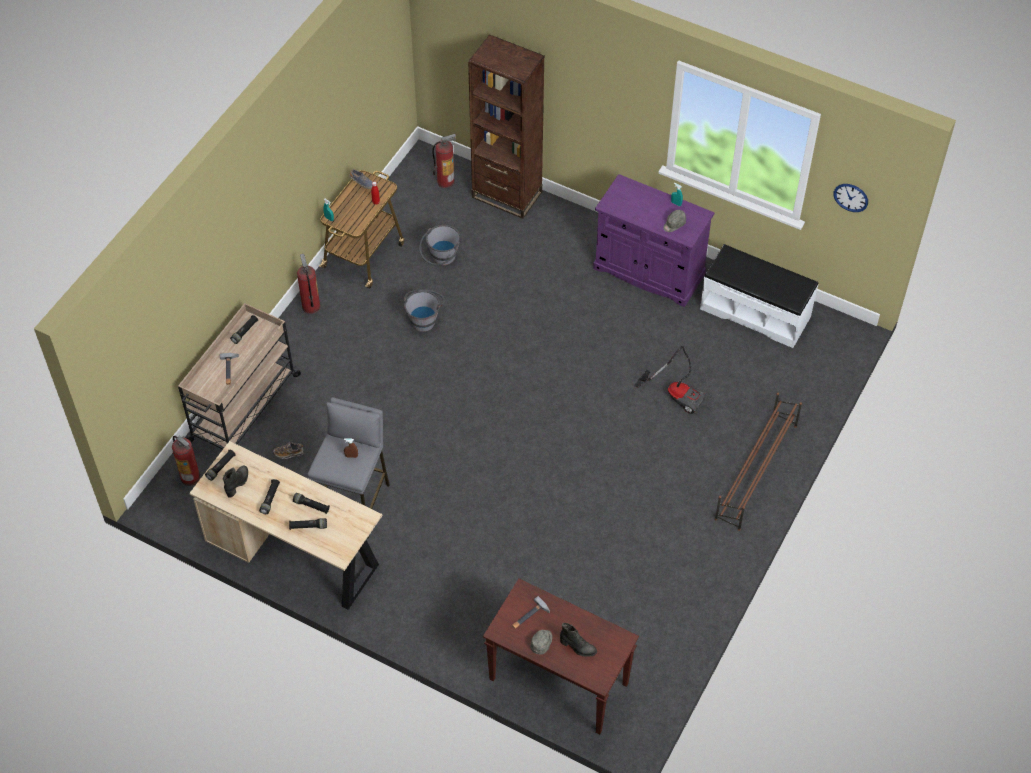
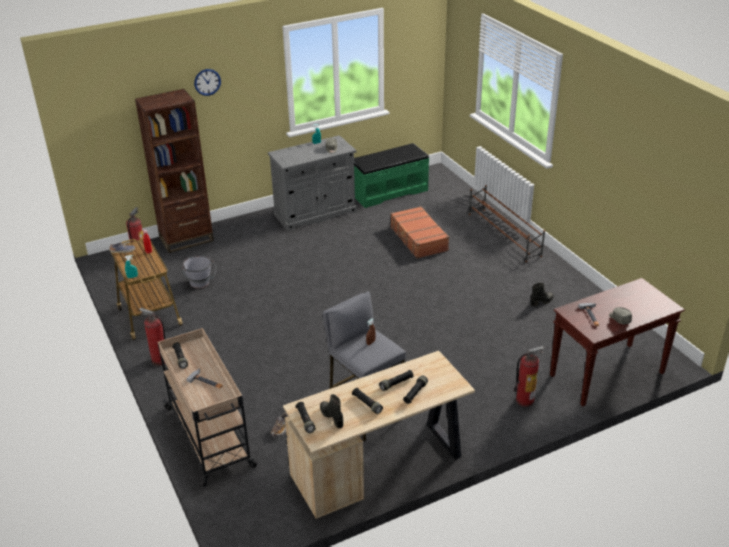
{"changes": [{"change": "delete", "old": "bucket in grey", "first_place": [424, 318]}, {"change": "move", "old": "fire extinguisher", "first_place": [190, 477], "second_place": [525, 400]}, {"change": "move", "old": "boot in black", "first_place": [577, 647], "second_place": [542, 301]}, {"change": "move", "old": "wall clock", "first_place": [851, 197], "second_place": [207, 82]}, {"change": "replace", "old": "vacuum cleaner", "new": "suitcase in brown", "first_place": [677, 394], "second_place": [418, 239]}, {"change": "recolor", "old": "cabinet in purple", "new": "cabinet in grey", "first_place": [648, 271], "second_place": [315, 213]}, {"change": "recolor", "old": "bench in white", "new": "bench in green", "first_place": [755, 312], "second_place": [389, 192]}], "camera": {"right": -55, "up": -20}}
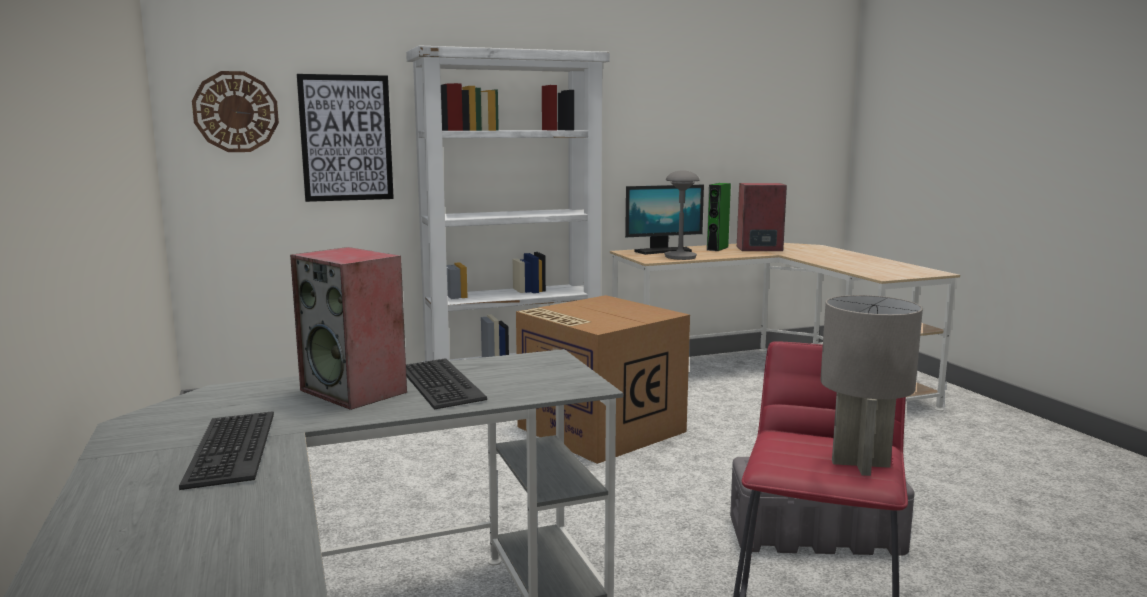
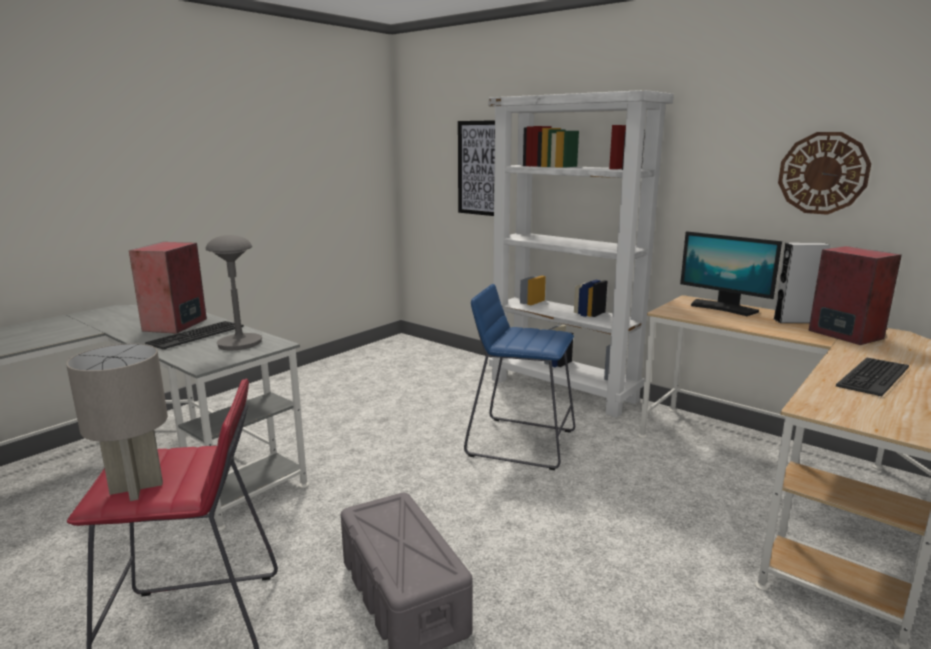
{"changes": [{"change": "move", "old": "keyboard", "first_place": [230, 449], "second_place": [872, 376]}, {"change": "move", "old": "wall clock", "first_place": [236, 112], "second_place": [823, 173]}, {"change": "move", "old": "table lamp in grey", "first_place": [680, 257], "second_place": [240, 343]}, {"change": "replace", "old": "cardboard box", "new": "stool in blue", "first_place": [598, 429], "second_place": [520, 442]}, {"change": "recolor", "old": "speaker in green", "new": "speaker in grey", "first_place": [717, 248], "second_place": [795, 321]}], "camera": {"right": 60, "up": 5}}
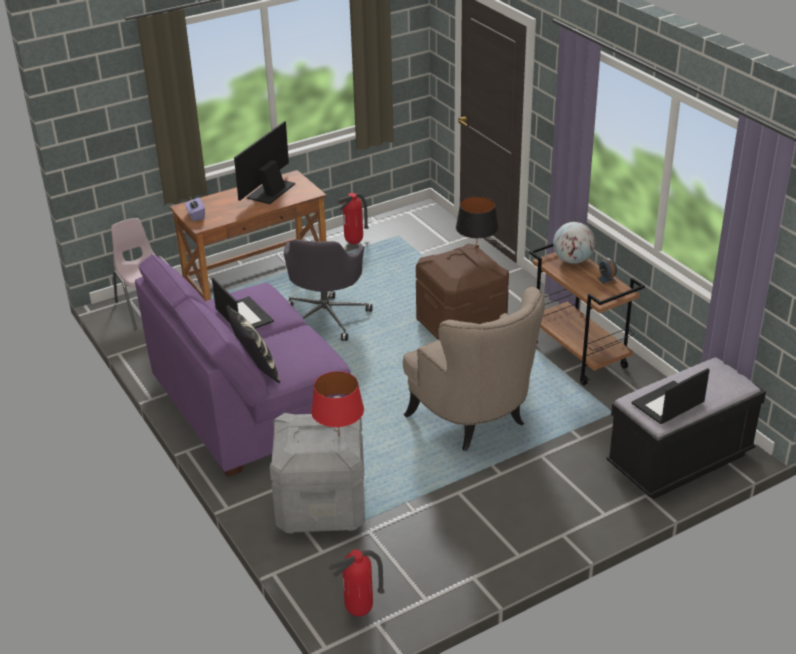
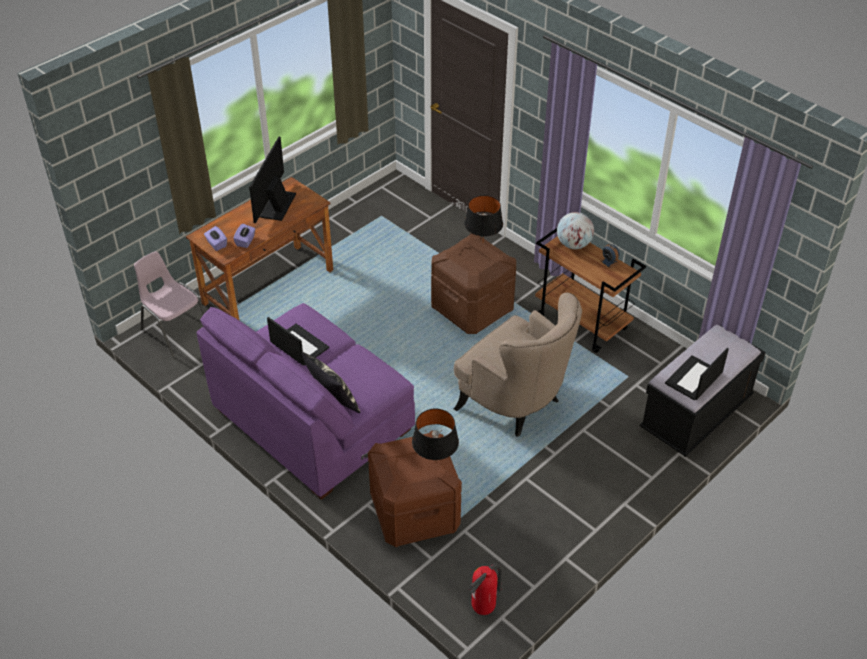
{"changes": [{"change": "delete", "old": "office chair in grey", "first_place": [326, 317]}, {"change": "delete", "old": "fire extinguisher", "first_place": [354, 243]}, {"change": "insert", "new": "tissue box in purple", "second_place": [245, 241]}, {"change": "recolor", "old": "storage box in grey", "new": "storage box in brown", "first_place": [322, 505], "second_place": [415, 513]}, {"change": "recolor", "old": "table lamp in red", "new": "table lamp in black", "first_place": [339, 437], "second_place": [435, 461]}], "camera": {"right": -15, "up": 10}}
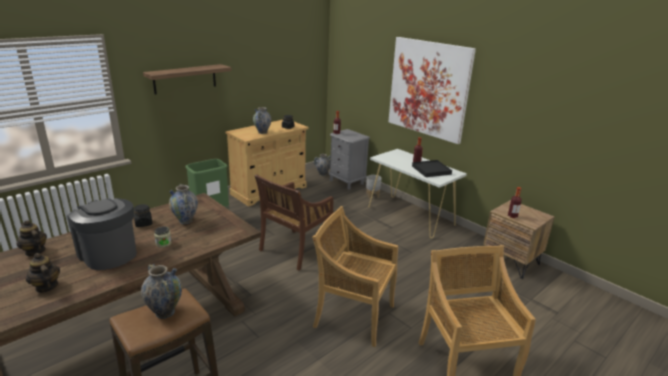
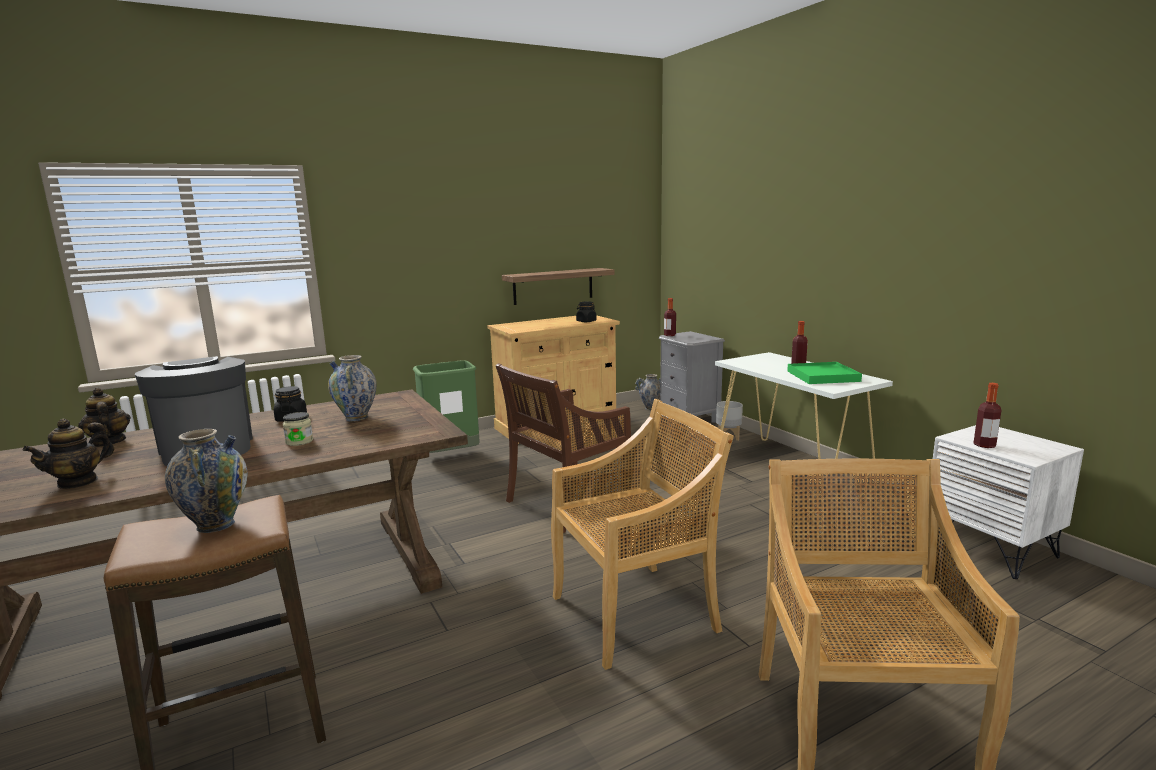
{"changes": [{"change": "delete", "old": "vase", "first_place": [262, 132]}, {"change": "delete", "old": "picture", "first_place": [428, 88]}, {"change": "move", "old": "shelf", "first_place": [185, 79], "second_place": [553, 286]}, {"change": "recolor", "old": "tray in black", "new": "tray in green", "first_place": [431, 170], "second_place": [822, 376]}, {"change": "recolor", "old": "nightstand in brown", "new": "nightstand in white", "first_place": [511, 262], "second_place": [991, 548]}, {"change": "rotate", "old": "teapot", "first_place": [46, 287], "second_place": [78, 482], "degrees": -120}, {"change": "rotate", "old": "chair in beige", "first_place": [353, 315], "second_place": [636, 612], "degrees": 120}], "camera": {"right": 15, "up": -10}}
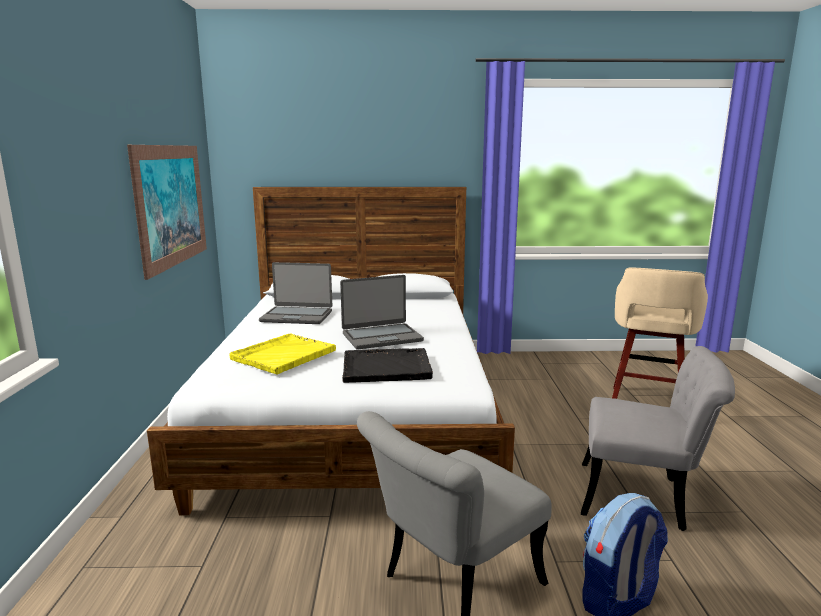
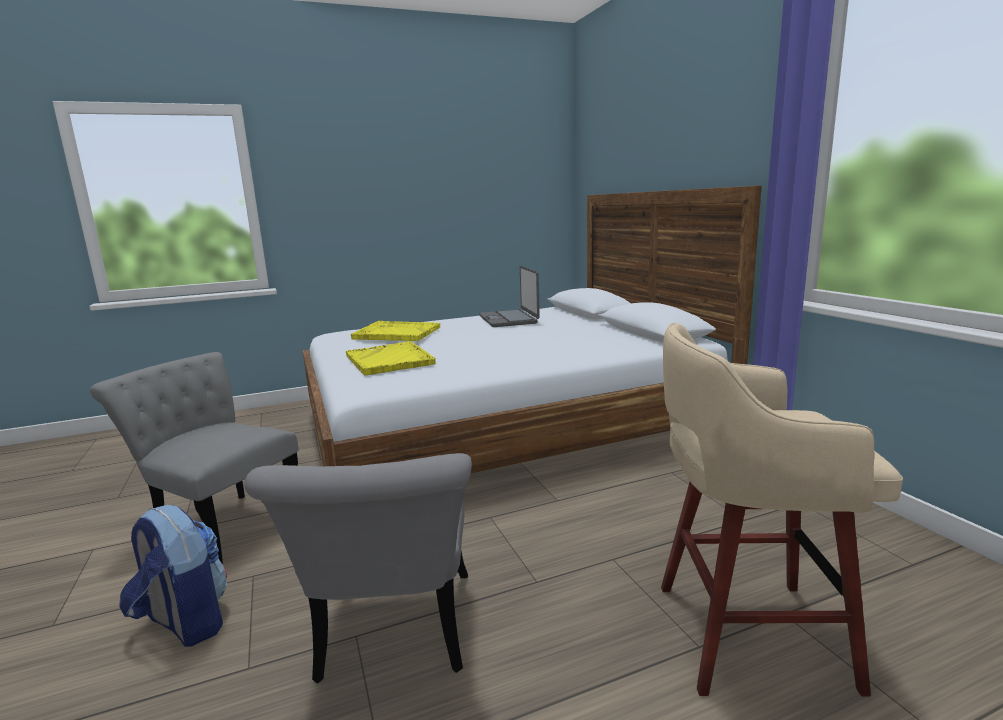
{"changes": [{"change": "delete", "old": "picture", "first_place": [171, 205]}, {"change": "delete", "old": "laptop", "first_place": [381, 337]}, {"change": "recolor", "old": "tray in black", "new": "tray in yellow", "first_place": [387, 367], "second_place": [389, 360]}], "camera": {"right": 70, "up": 0}}
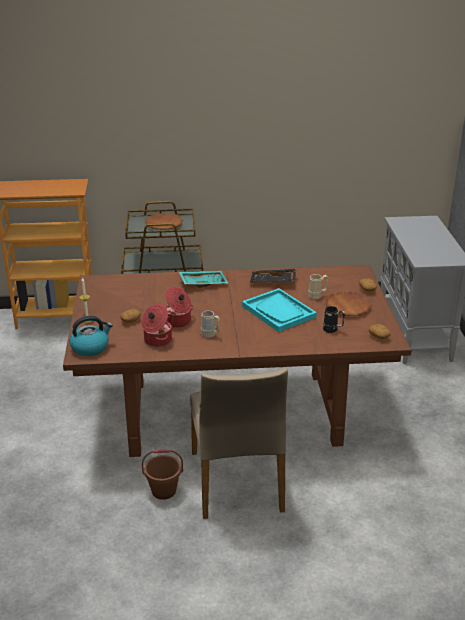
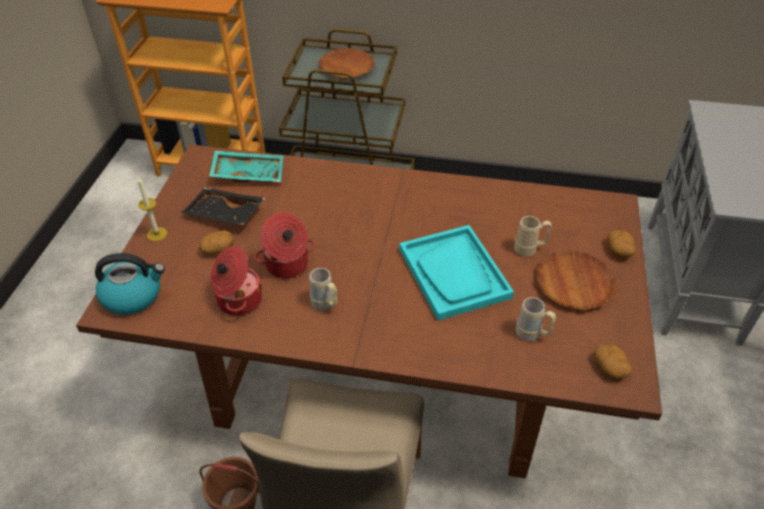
{"changes": [{"change": "move", "old": "tray in turquoise", "first_place": [203, 283], "second_place": [248, 173]}, {"change": "move", "old": "tray in black", "first_place": [273, 282], "second_place": [224, 215]}, {"change": "recolor", "old": "mug in black", "new": "mug in beige", "first_place": [333, 330], "second_place": [532, 334]}], "camera": {"right": 15, "up": 15}}
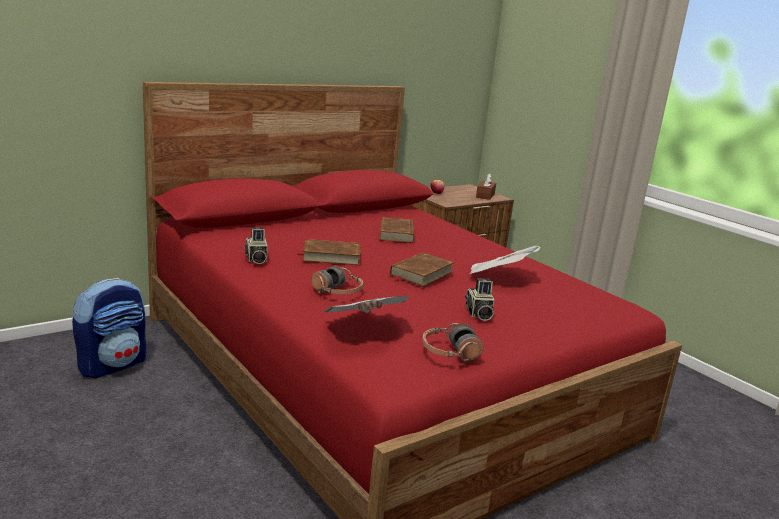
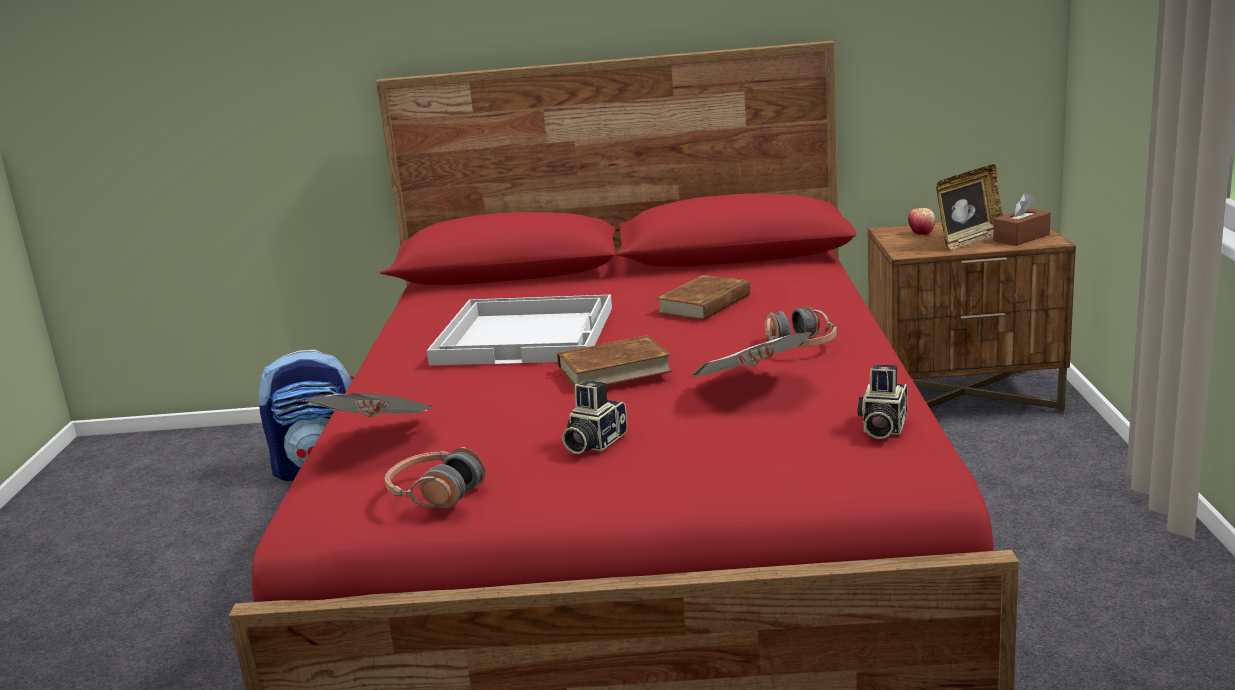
{"changes": [{"change": "insert", "new": "picture frame", "second_place": [969, 240]}, {"change": "move", "old": "photo camera", "first_place": [256, 259], "second_place": [881, 427]}, {"change": "move", "old": "headphones", "first_place": [337, 292], "second_place": [800, 346]}, {"change": "replace", "old": "book in brown", "new": "tray in white", "first_place": [331, 256], "second_place": [527, 334]}], "camera": {"right": 40, "up": 0}}
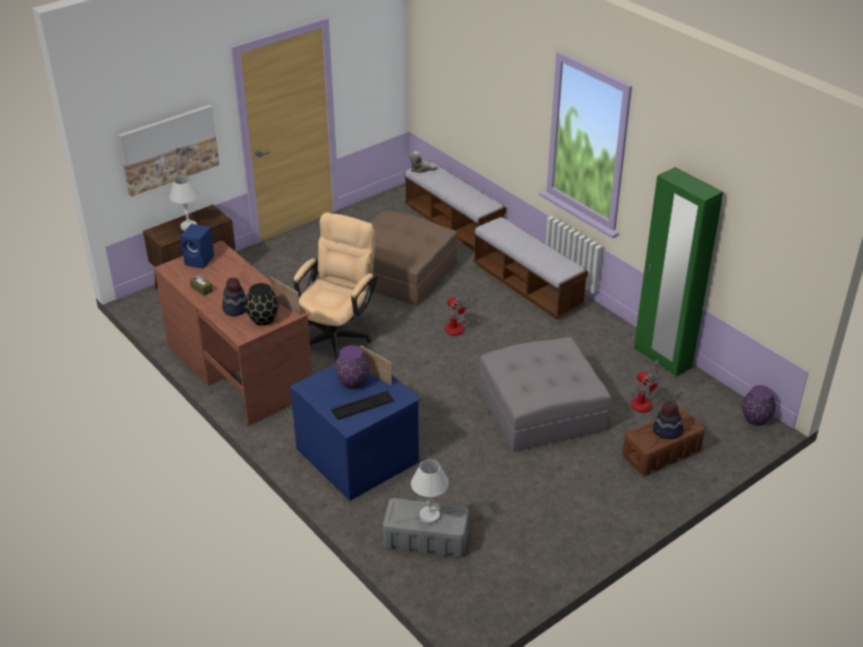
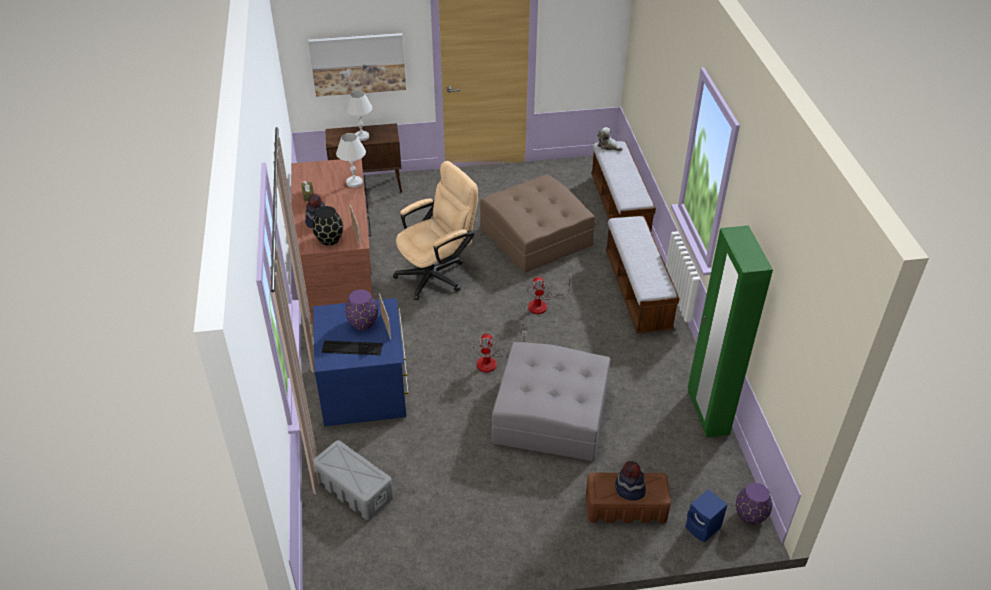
{"changes": [{"change": "move", "old": "speaker in blue", "first_place": [200, 261], "second_place": [703, 528]}, {"change": "move", "old": "table lamp in white", "first_place": [430, 516], "second_place": [354, 183]}, {"change": "move", "old": "fan", "first_place": [644, 400], "second_place": [493, 361]}], "camera": {"right": 30, "up": 5}}
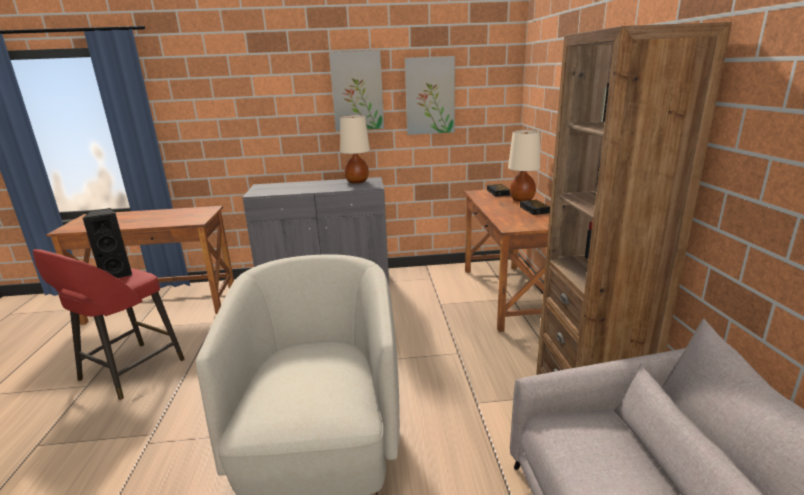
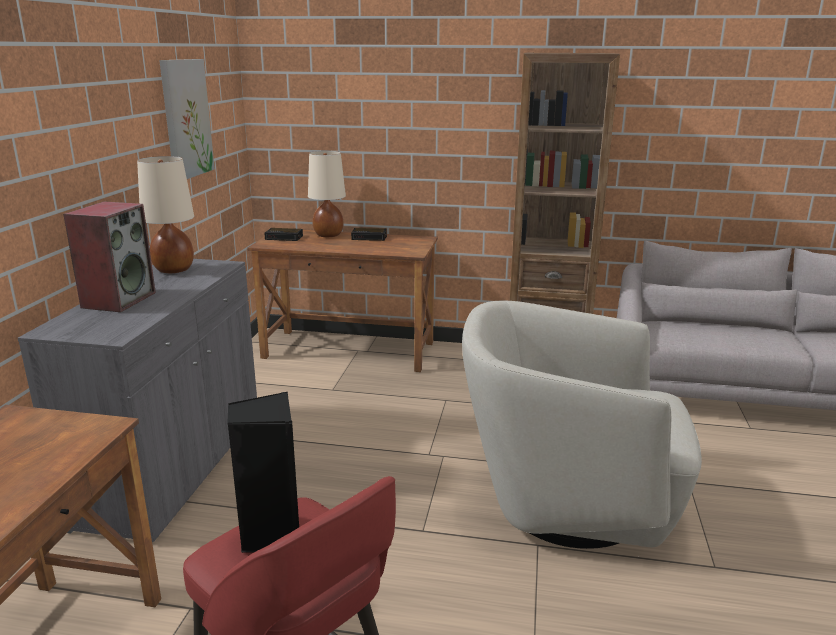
{"changes": [{"change": "delete", "old": "picture", "first_place": [357, 91]}, {"change": "insert", "new": "speaker", "second_place": [119, 299]}], "camera": {"right": -75, "up": 0}}
